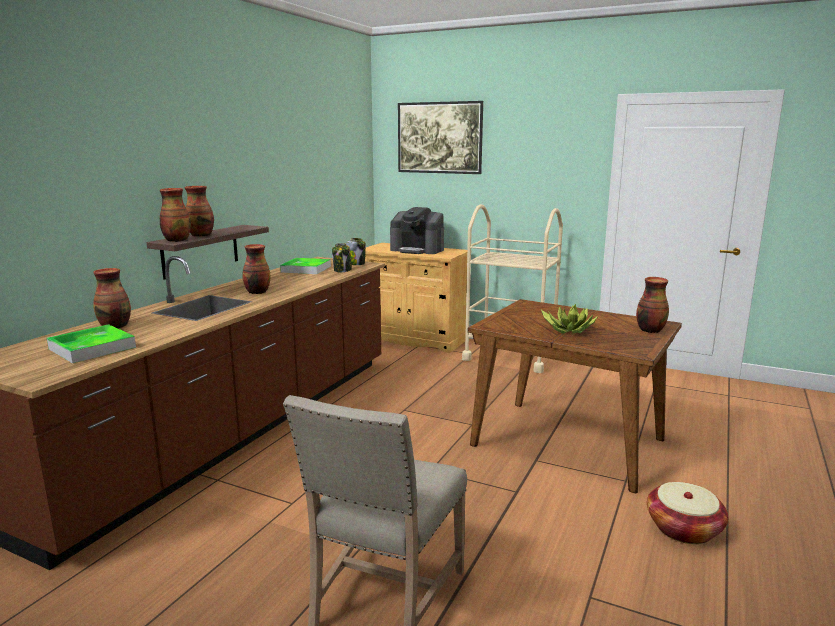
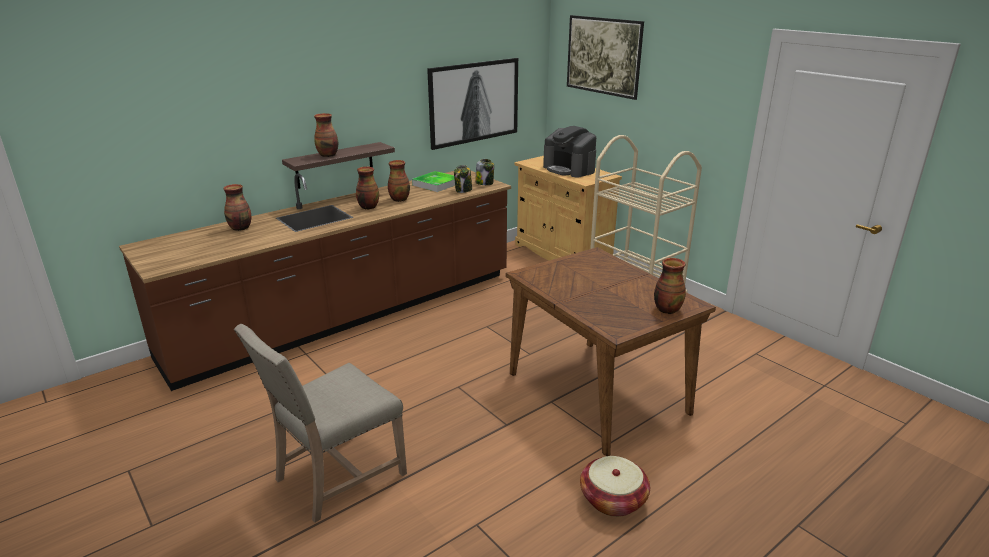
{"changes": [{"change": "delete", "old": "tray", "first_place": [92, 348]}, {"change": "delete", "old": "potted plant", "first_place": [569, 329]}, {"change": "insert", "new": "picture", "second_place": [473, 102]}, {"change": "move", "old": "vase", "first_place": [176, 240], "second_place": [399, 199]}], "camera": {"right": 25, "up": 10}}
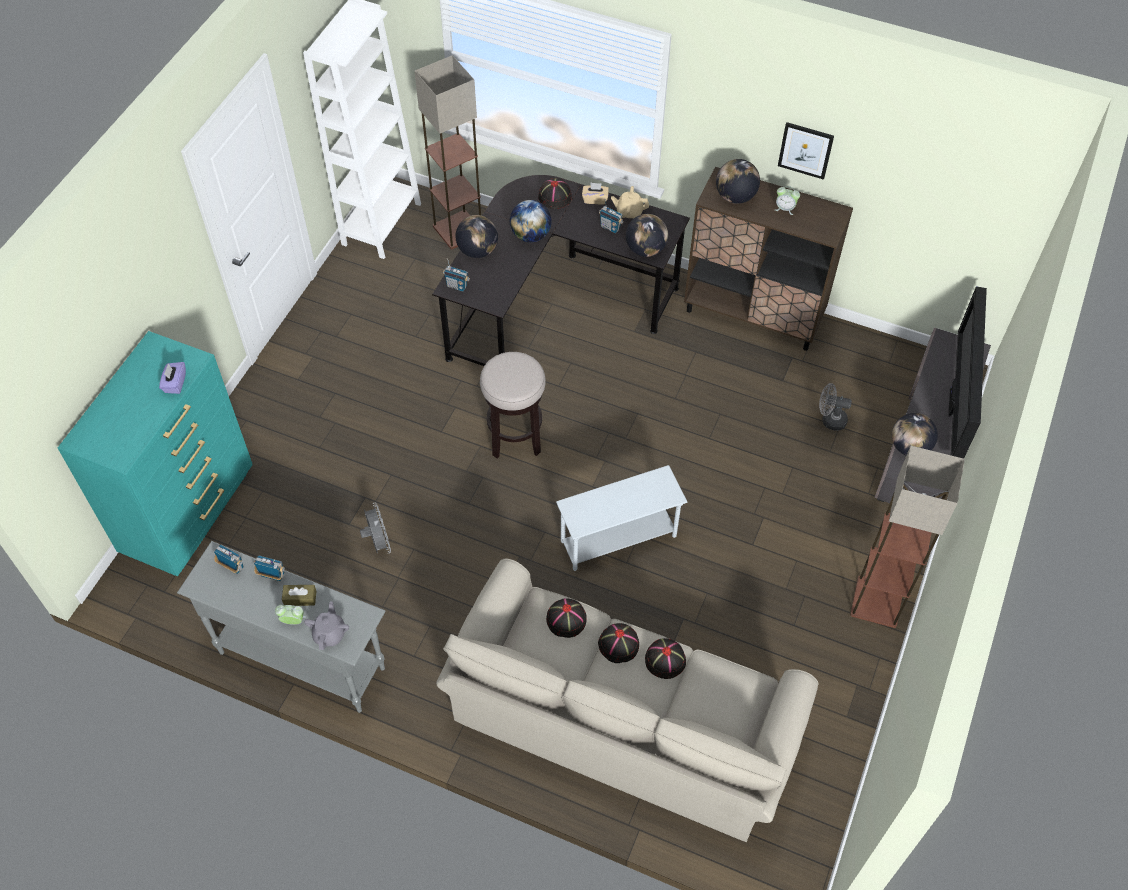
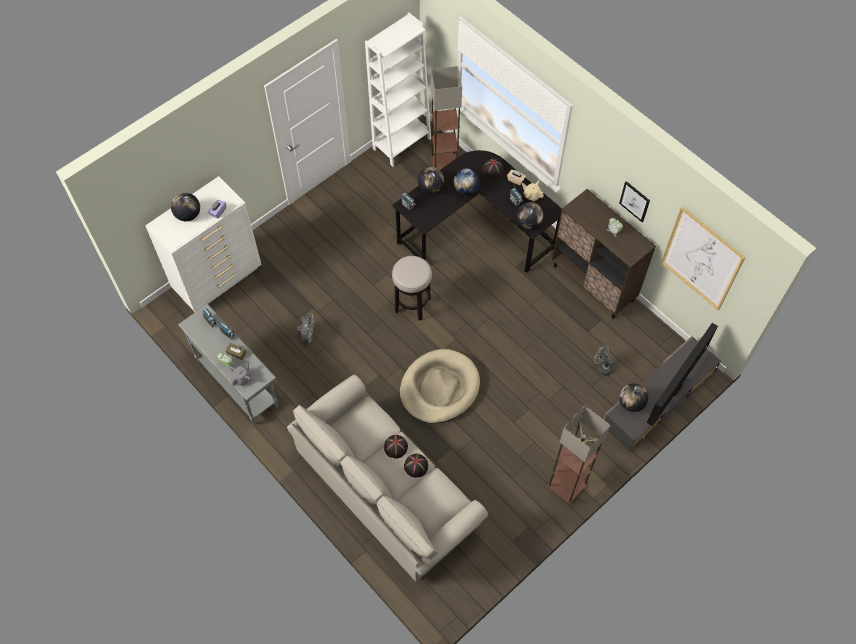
{"changes": [{"change": "delete", "old": "hat in black", "first_place": [566, 620]}, {"change": "insert", "new": "picture", "second_place": [701, 259]}, {"change": "move", "old": "globe", "first_place": [735, 196], "second_place": [188, 215]}, {"change": "replace", "old": "side table in white", "new": "dog bed in beige", "first_place": [619, 540], "second_place": [439, 388]}, {"change": "recolor", "old": "dresser in turquoise", "new": "dresser in white", "first_place": [190, 512], "second_place": [218, 278]}], "camera": {"right": 25, "up": 5}}
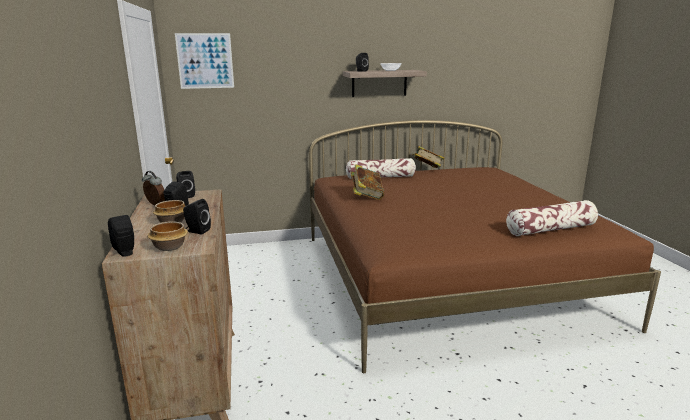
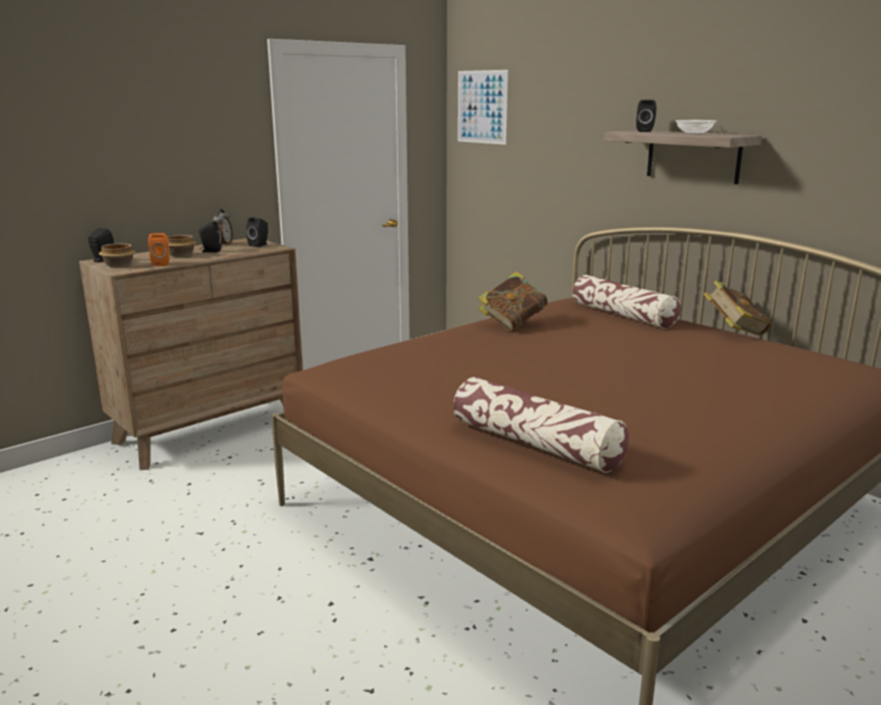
{"changes": [{"change": "recolor", "old": "speaker in black", "new": "speaker in orange", "first_place": [197, 231], "second_place": [162, 264]}], "camera": {"right": 60, "up": 0}}
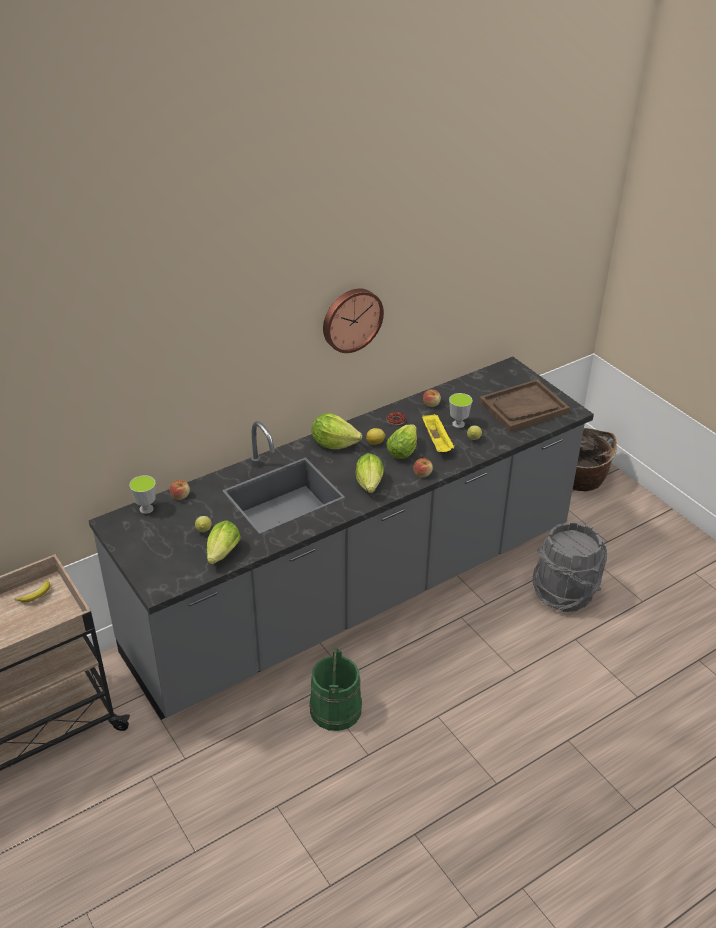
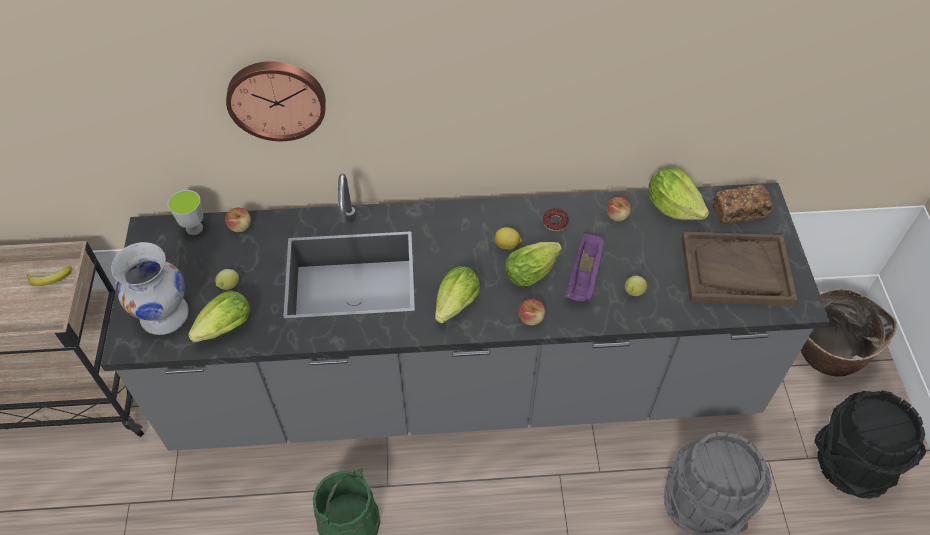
{"changes": [{"change": "delete", "old": "cup", "first_place": [458, 424]}, {"change": "insert", "new": "vase in white", "second_place": [166, 315]}, {"change": "insert", "new": "bread", "second_place": [738, 212]}, {"change": "insert", "new": "bucket in black", "second_place": [851, 464]}, {"change": "move", "old": "lettuce", "first_place": [334, 443], "second_place": [672, 207]}, {"change": "move", "old": "wall clock", "first_place": [351, 319], "second_place": [276, 98]}, {"change": "recolor", "old": "tray in yellow", "new": "tray in purple", "first_place": [437, 441], "second_place": [584, 276]}], "camera": {"right": 30, "up": 15}}
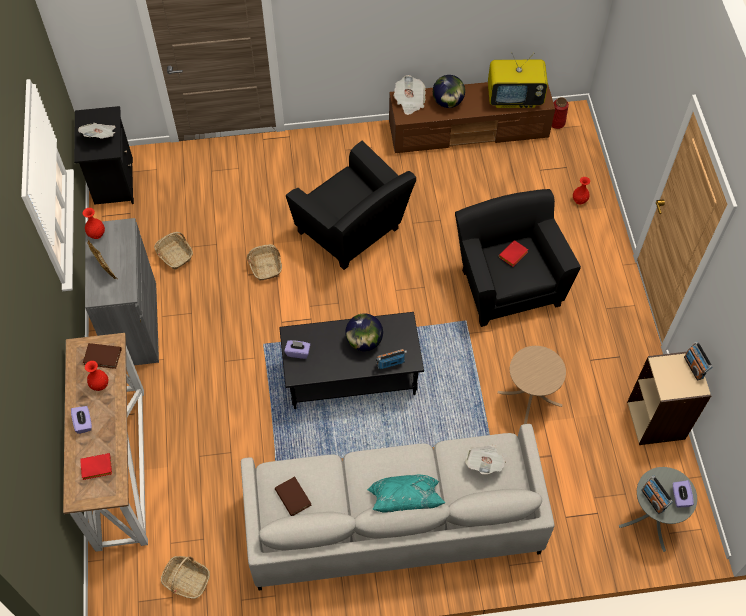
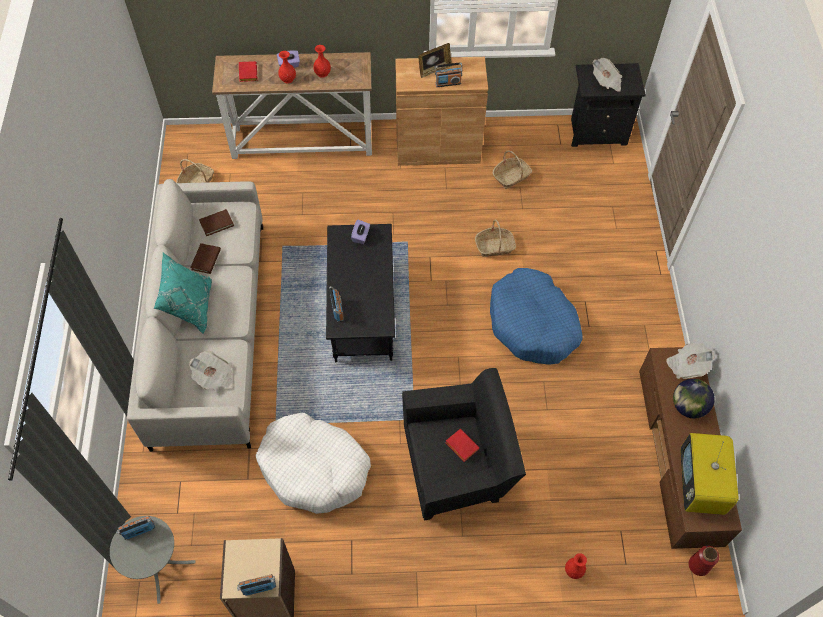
{"changes": [{"change": "delete", "old": "globe", "first_place": [364, 341]}, {"change": "delete", "old": "tissue box in purple", "first_place": [680, 497]}, {"change": "insert", "new": "radio", "second_place": [448, 83]}, {"change": "move", "old": "vase in red", "first_place": [97, 234], "second_place": [287, 79]}, {"change": "move", "old": "book in brown", "first_place": [102, 356], "second_place": [206, 260]}, {"change": "replace", "old": "armchair in black", "new": "dog bed in blue", "first_place": [353, 232], "second_place": [532, 324]}, {"change": "replace", "old": "side table in beige", "new": "dog bed in white", "first_place": [529, 399], "second_place": [314, 468]}, {"change": "recolor", "old": "cabinet in grey", "new": "cabinet in brown", "first_place": [134, 324], "second_place": [438, 148]}], "camera": {"right": 95, "up": 0}}
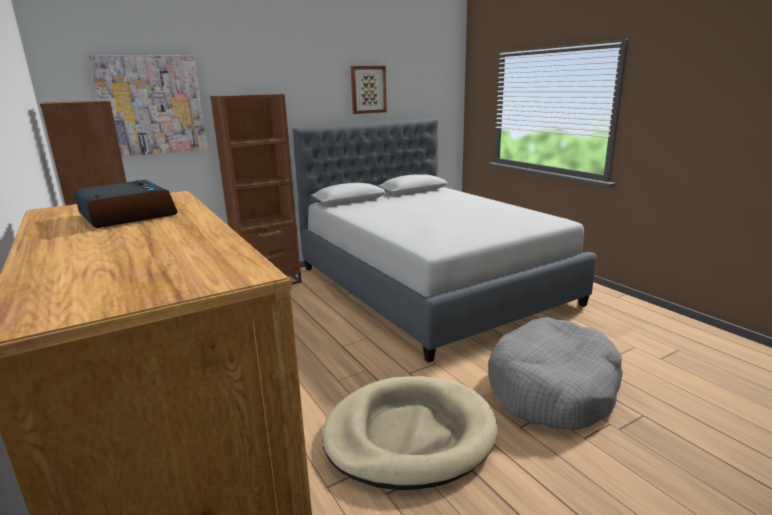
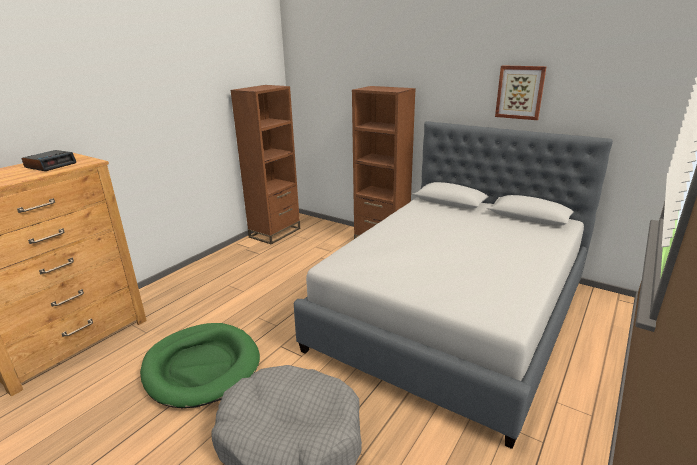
{"changes": [{"change": "delete", "old": "picture", "first_place": [151, 105]}, {"change": "recolor", "old": "dog bed in beige", "new": "dog bed in green", "first_place": [409, 435], "second_place": [201, 367]}], "camera": {"right": 65, "up": 5}}
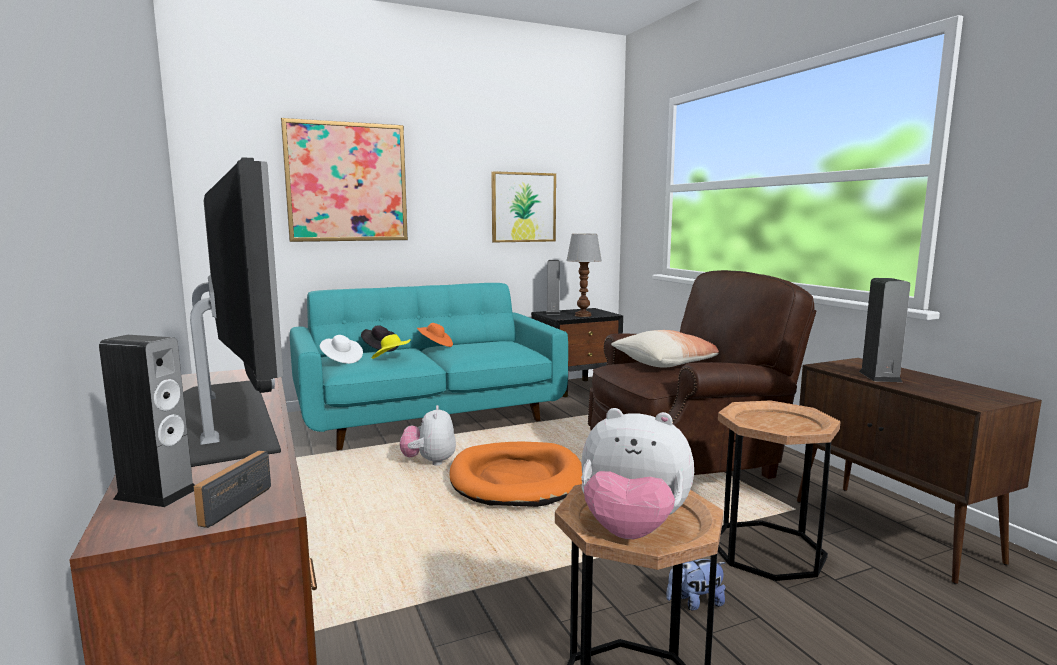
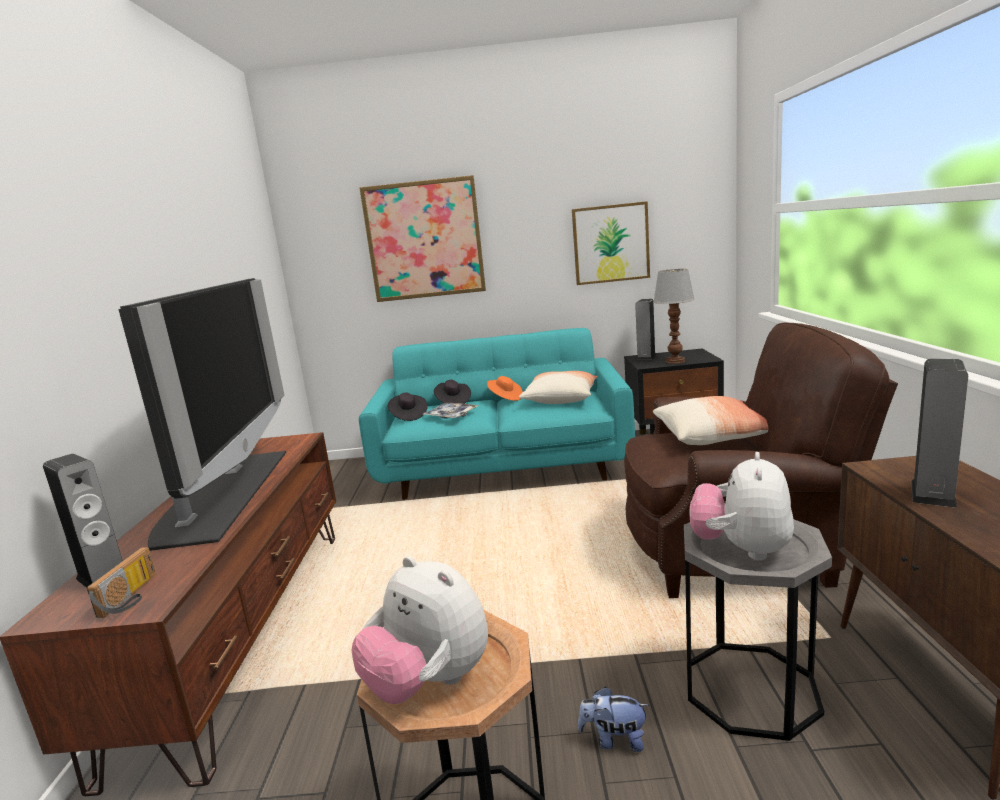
{"changes": [{"change": "delete", "old": "dog bed in orange", "first_place": [516, 479]}, {"change": "insert", "new": "pillow", "second_place": [560, 399]}, {"change": "move", "old": "plush toy", "first_place": [429, 462], "second_place": [741, 549]}, {"change": "replace", "old": "hat in yellow", "new": "tray", "first_place": [391, 359], "second_place": [451, 415]}, {"change": "recolor", "old": "hat in white", "new": "hat in black", "first_place": [341, 360], "second_place": [408, 416]}, {"change": "recolor", "old": "side table in brown", "new": "side table in grey", "first_place": [767, 550], "second_place": [751, 688]}, {"change": "rotate", "old": "radio", "first_place": [231, 503], "second_place": [132, 597], "degrees": 150}], "camera": {"right": 25, "up": 5}}
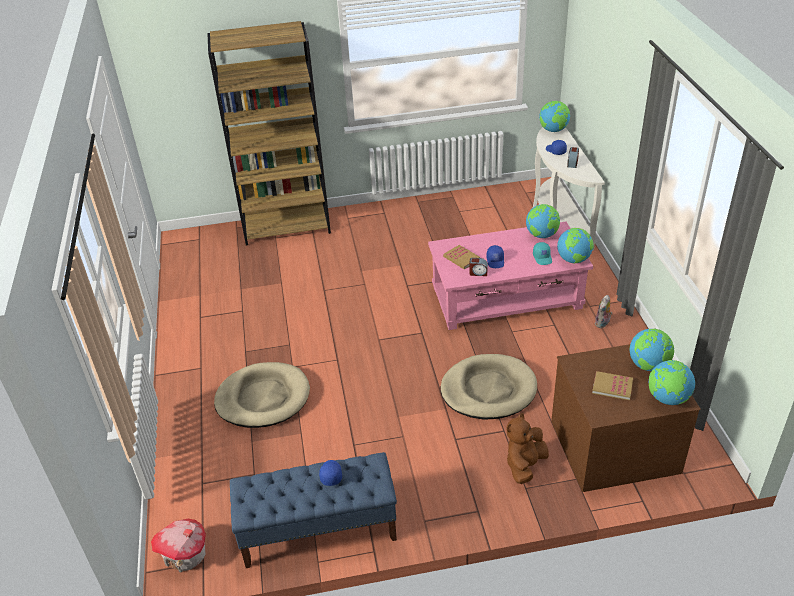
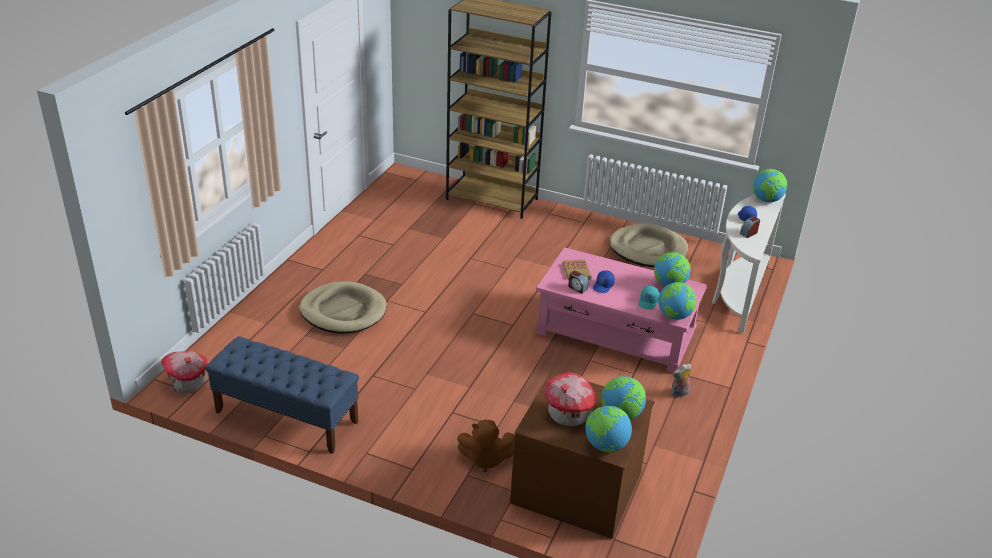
{"changes": [{"change": "delete", "old": "cap in blue", "first_place": [330, 474]}, {"change": "move", "old": "dog bed in beige", "first_place": [488, 390], "second_place": [648, 249]}, {"change": "replace", "old": "book", "new": "toy house", "first_place": [612, 387], "second_place": [569, 414]}, {"change": "rotate", "old": "plush toy in brown", "first_place": [525, 465], "second_place": [486, 459], "degrees": -150}], "camera": {"right": 30, "up": -5}}
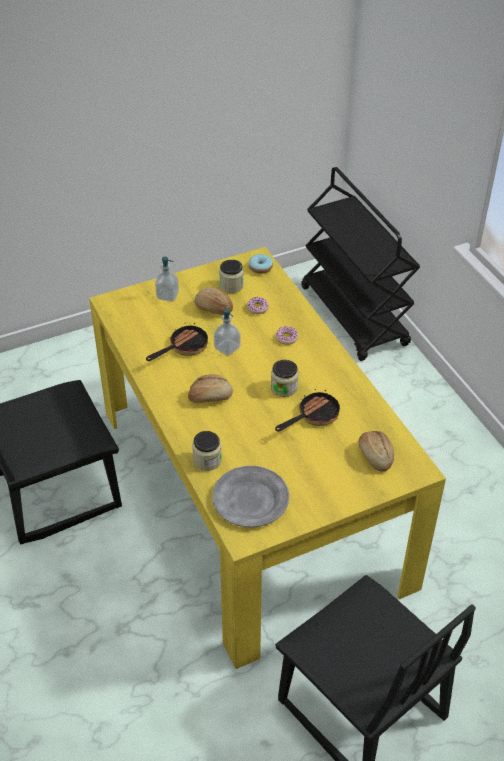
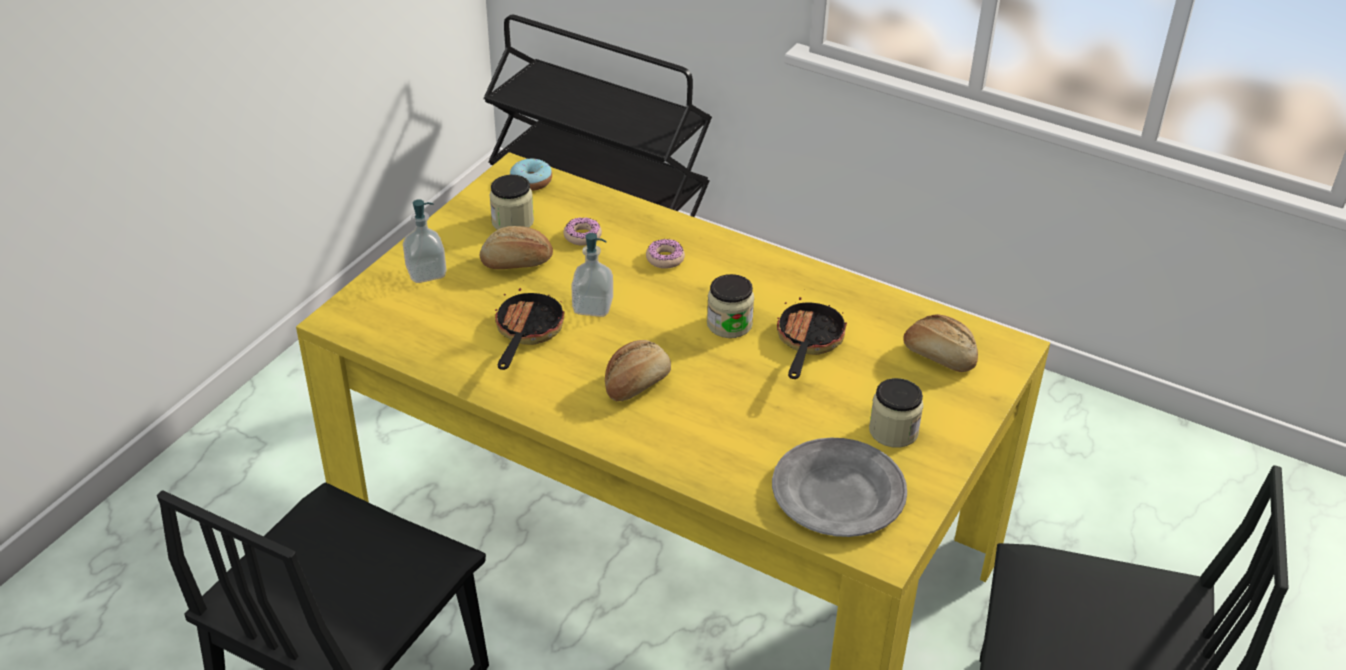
{"changes": [{"change": "move", "old": "jar", "first_place": [207, 460], "second_place": [893, 431]}], "camera": {"right": -35, "up": -5}}
